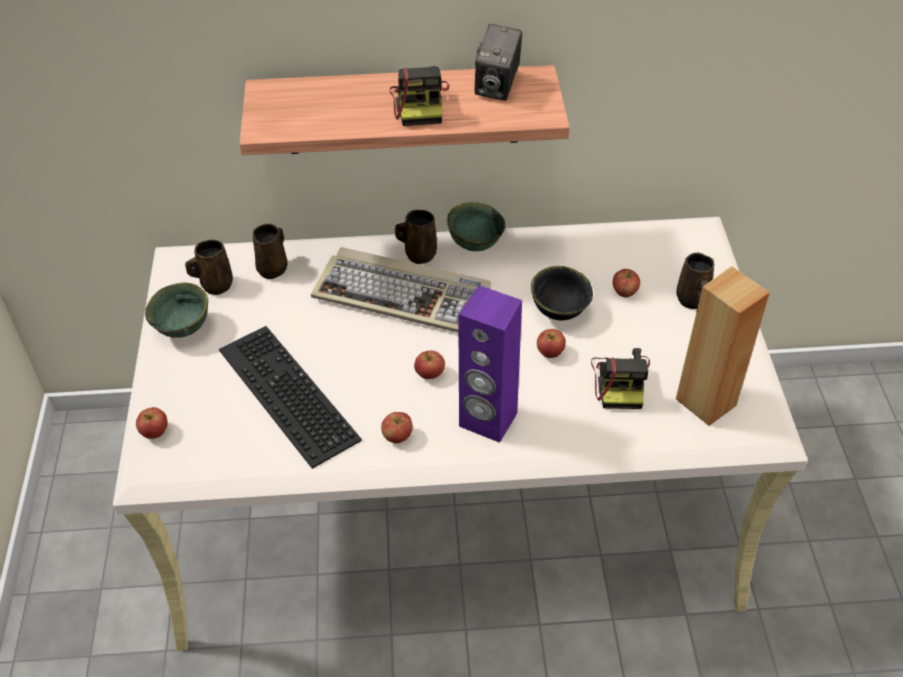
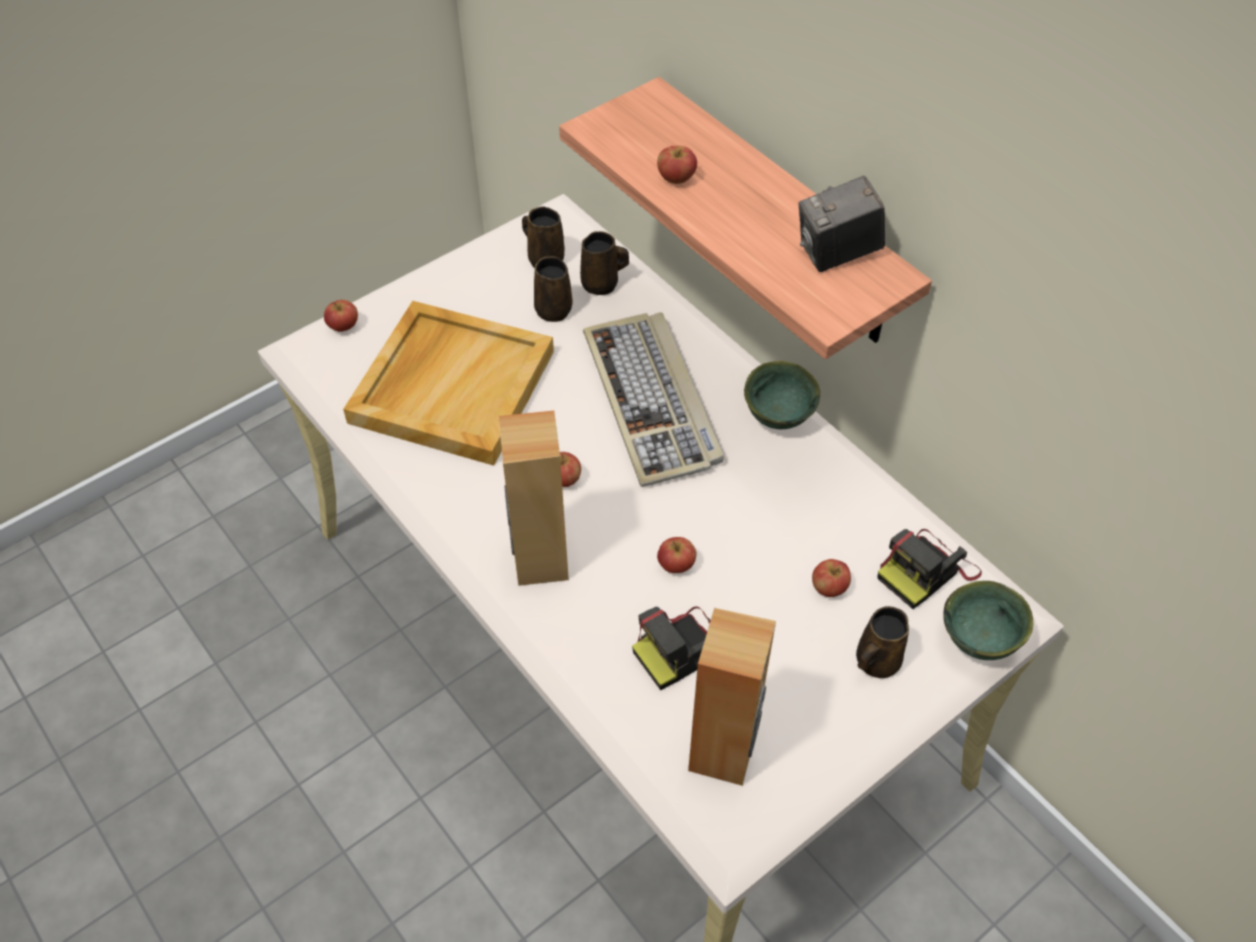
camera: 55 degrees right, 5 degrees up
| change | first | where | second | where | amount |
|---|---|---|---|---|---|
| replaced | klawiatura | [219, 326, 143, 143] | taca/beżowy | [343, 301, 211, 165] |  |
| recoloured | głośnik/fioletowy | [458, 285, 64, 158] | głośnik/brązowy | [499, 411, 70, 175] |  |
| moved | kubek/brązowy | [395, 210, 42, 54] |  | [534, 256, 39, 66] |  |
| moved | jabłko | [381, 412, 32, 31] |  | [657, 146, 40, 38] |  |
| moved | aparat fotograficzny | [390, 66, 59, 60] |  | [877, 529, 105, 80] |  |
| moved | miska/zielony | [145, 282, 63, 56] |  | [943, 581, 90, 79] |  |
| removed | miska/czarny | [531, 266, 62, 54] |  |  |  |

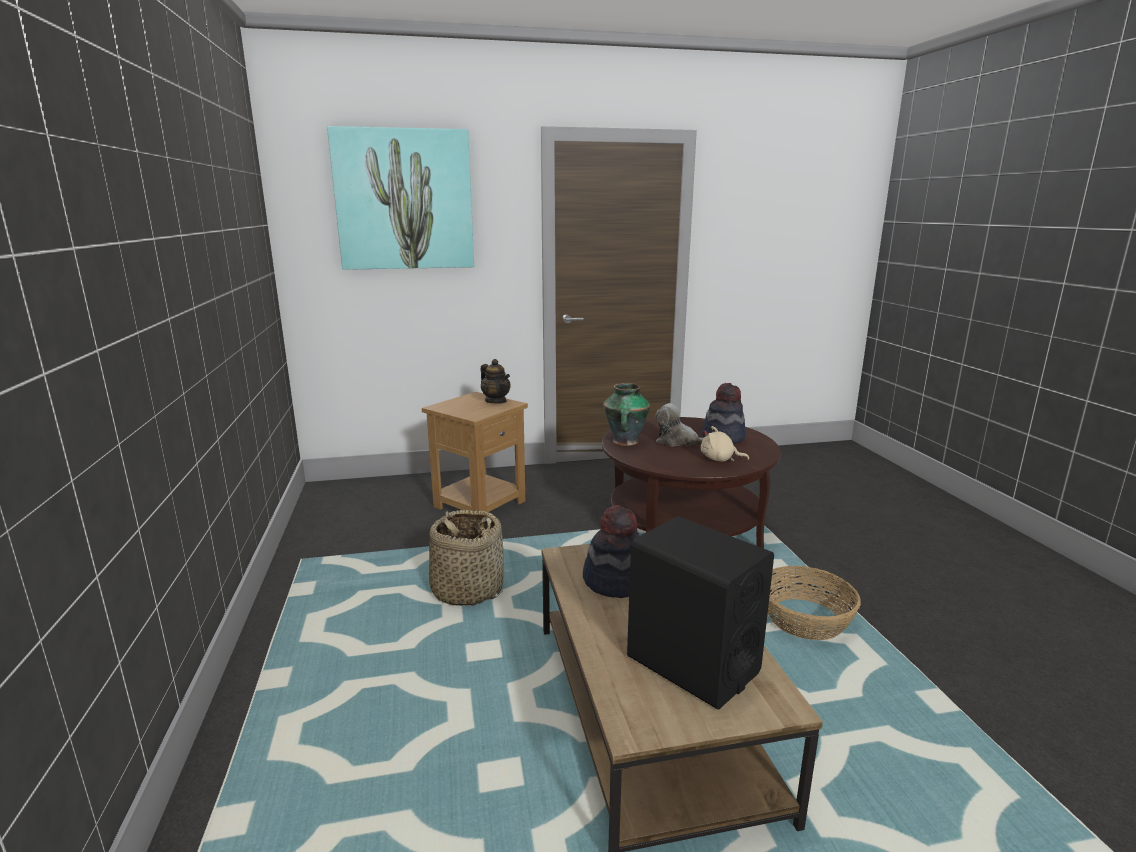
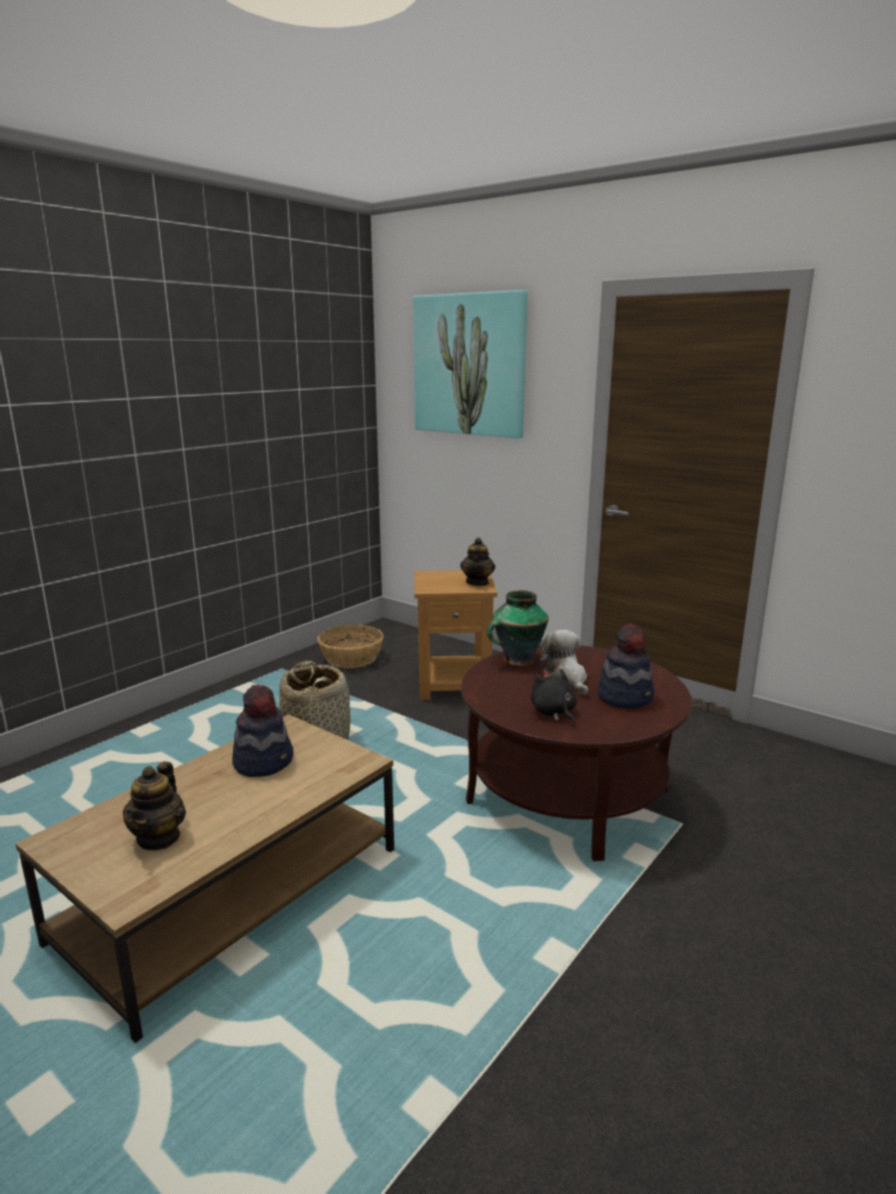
camera: 50 degrees right, 0 degrees up
| change | first | where | second | where | amount |
|---|---|---|---|---|---|
| replaced | głośnik/czarny | [627, 516, 147, 194] | imbryk | [123, 762, 63, 89] |  |
| moved | koszyk | [768, 566, 93, 74] |  | [317, 625, 67, 43] |  |
| recoloured | pluszak/beżowy | [701, 426, 48, 36] | pluszak/czarny | [531, 669, 46, 57] |  |

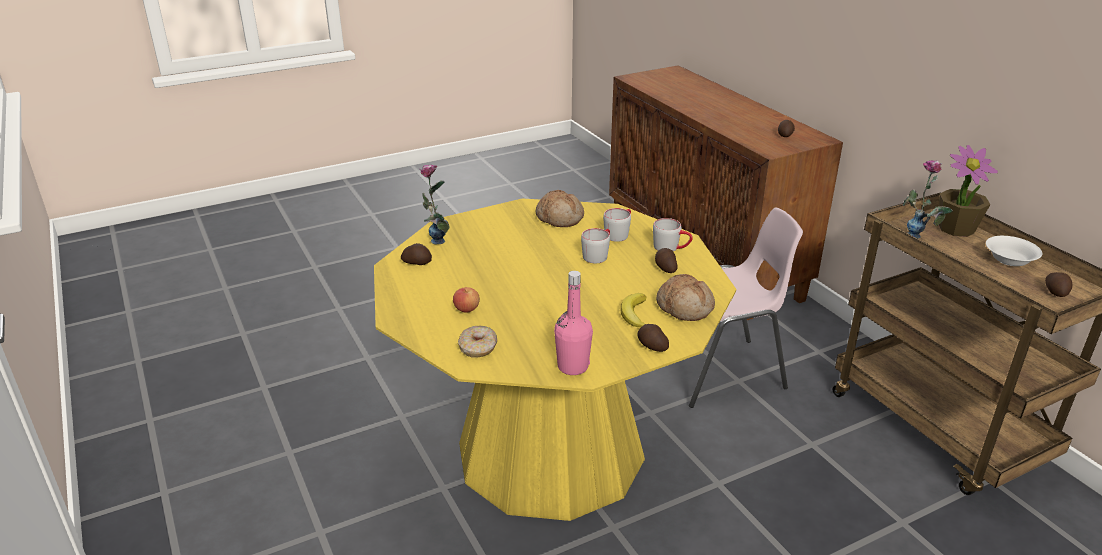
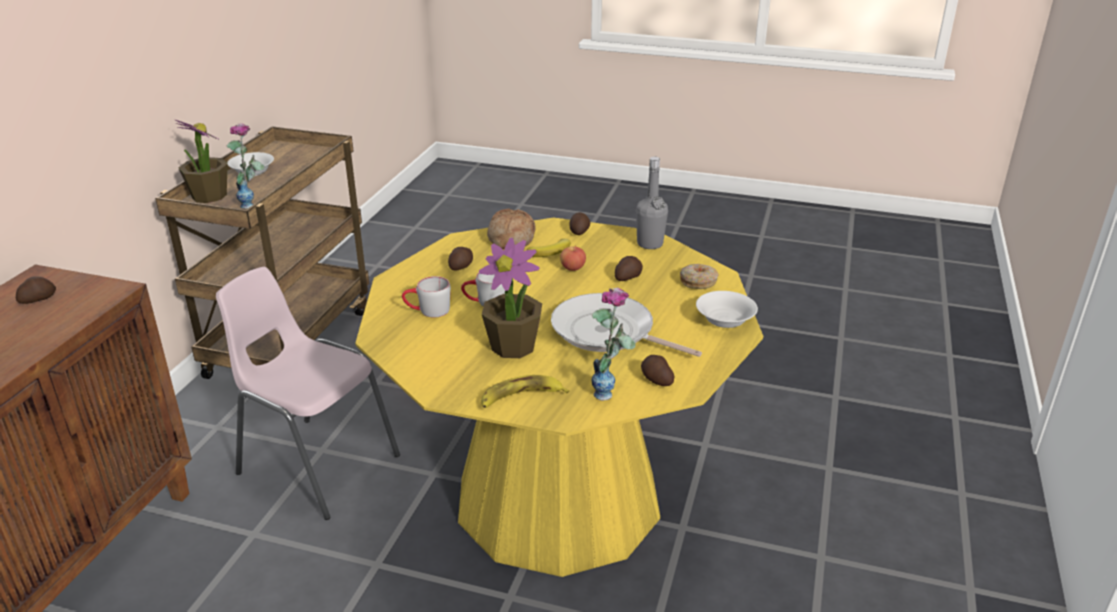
camera: 135 degrees left, 0 degrees up
| change | first | where | second | where | amount |
|---|---|---|---|---|---|
| added |  |  | roślina doniczkowa | [479, 238, 63, 120] |  |
| added |  |  | banan | [481, 375, 89, 33] |  |
| added |  |  | patelnia | [551, 293, 151, 64] |  |
| moved | jabłko | [453, 287, 27, 26] |  | [560, 245, 26, 26] |  |
| moved | ziemniak | [1045, 272, 27, 25] |  | [615, 256, 28, 25] |  |
| recoloured | butelka/różowy | [554, 271, 39, 104] | butelka/szary | [636, 157, 32, 92] |  |
| added |  |  | miska/biały | [696, 291, 62, 37] |  |
| removed | chleb | [536, 190, 48, 37] |  |  |  |
| removed | kubek/szary | [653, 218, 40, 33] |  |  |  |

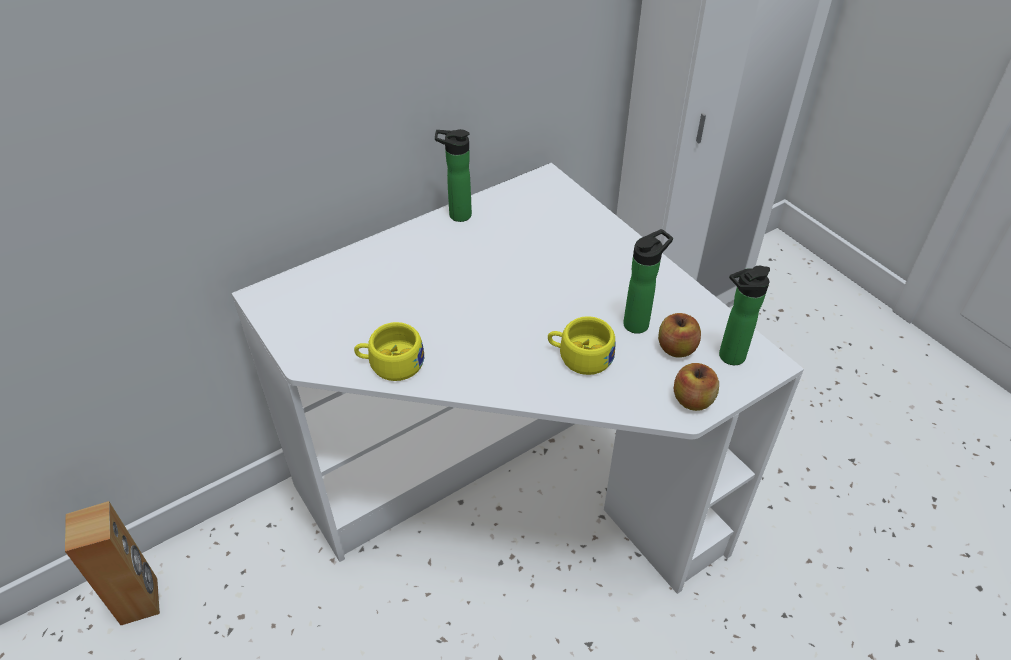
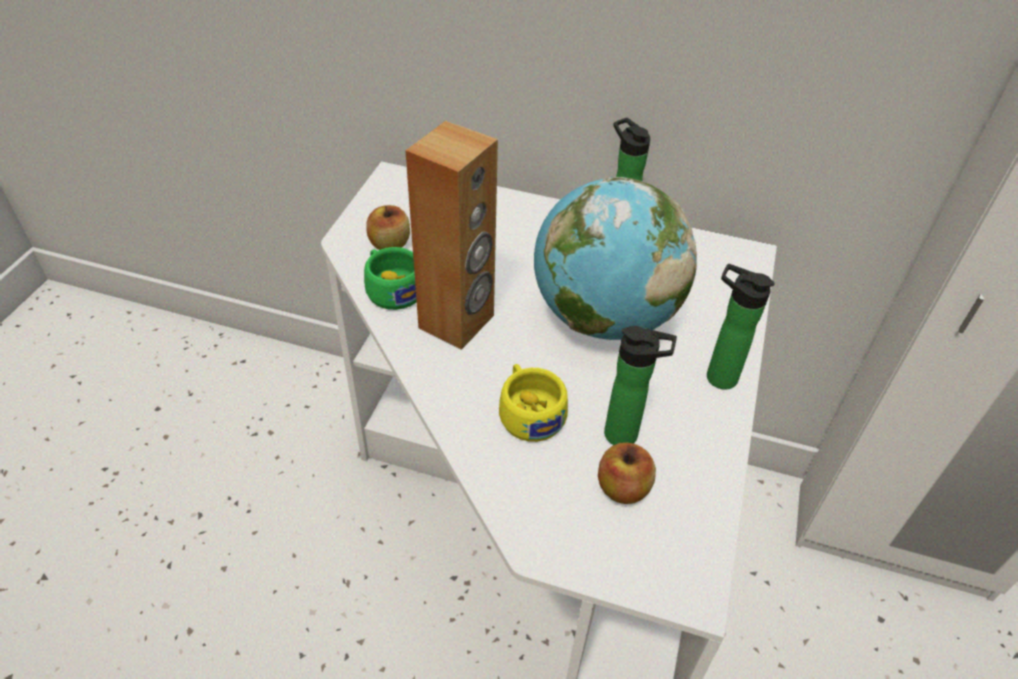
camera: 50 degrees right, 0 degrees up
| change | first | where | second | where | amount |
|---|---|---|---|---|---|
| recoloured | filiżanka/żółty | [354, 322, 70, 59] | filiżanka/zielony | [364, 247, 53, 63] |  |
| moved | jabłko | [674, 363, 45, 48] |  | [366, 205, 44, 45] |  |
| moved | głośnik/brązowy | [65, 501, 95, 124] |  | [405, 121, 93, 229] |  |
| added |  |  | globus | [534, 177, 163, 163] |  |
| moved | butelka | [719, 266, 51, 99] |  | [707, 264, 68, 126] |  |

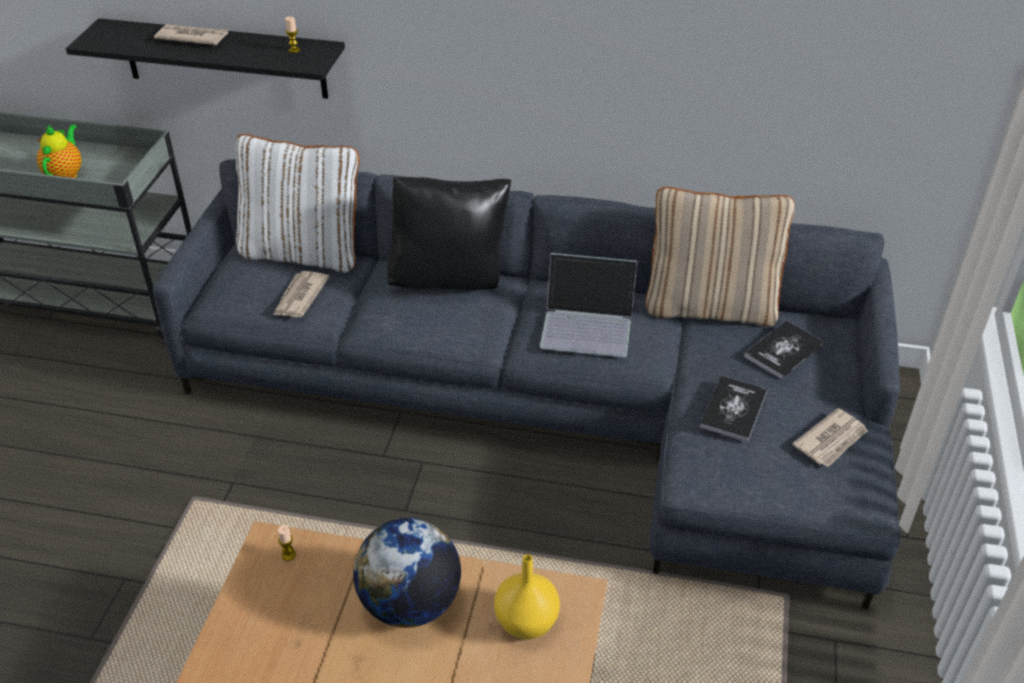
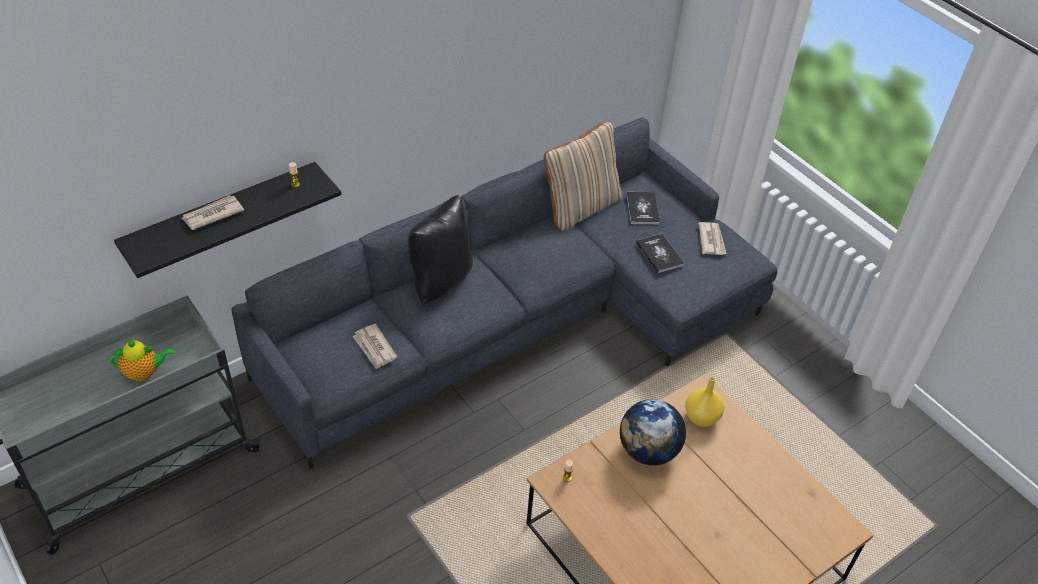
camera: 50 degrees left, 5 degrees up
| change | first | where | second | where | amount |
|---|---|---|---|---|---|
| turned | imbryk | [37, 125, 44, 53] |  | [110, 340, 65, 41] | 120 degrees clockwise |
| removed | poduszka/biały | [235, 134, 125, 139] |  |  |  |
| removed | laptop | [540, 253, 97, 104] |  |  |  |

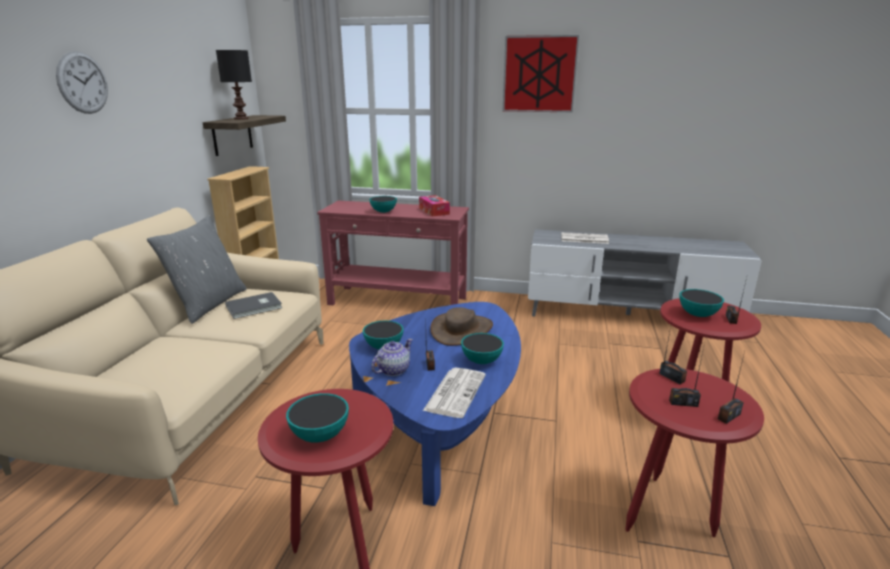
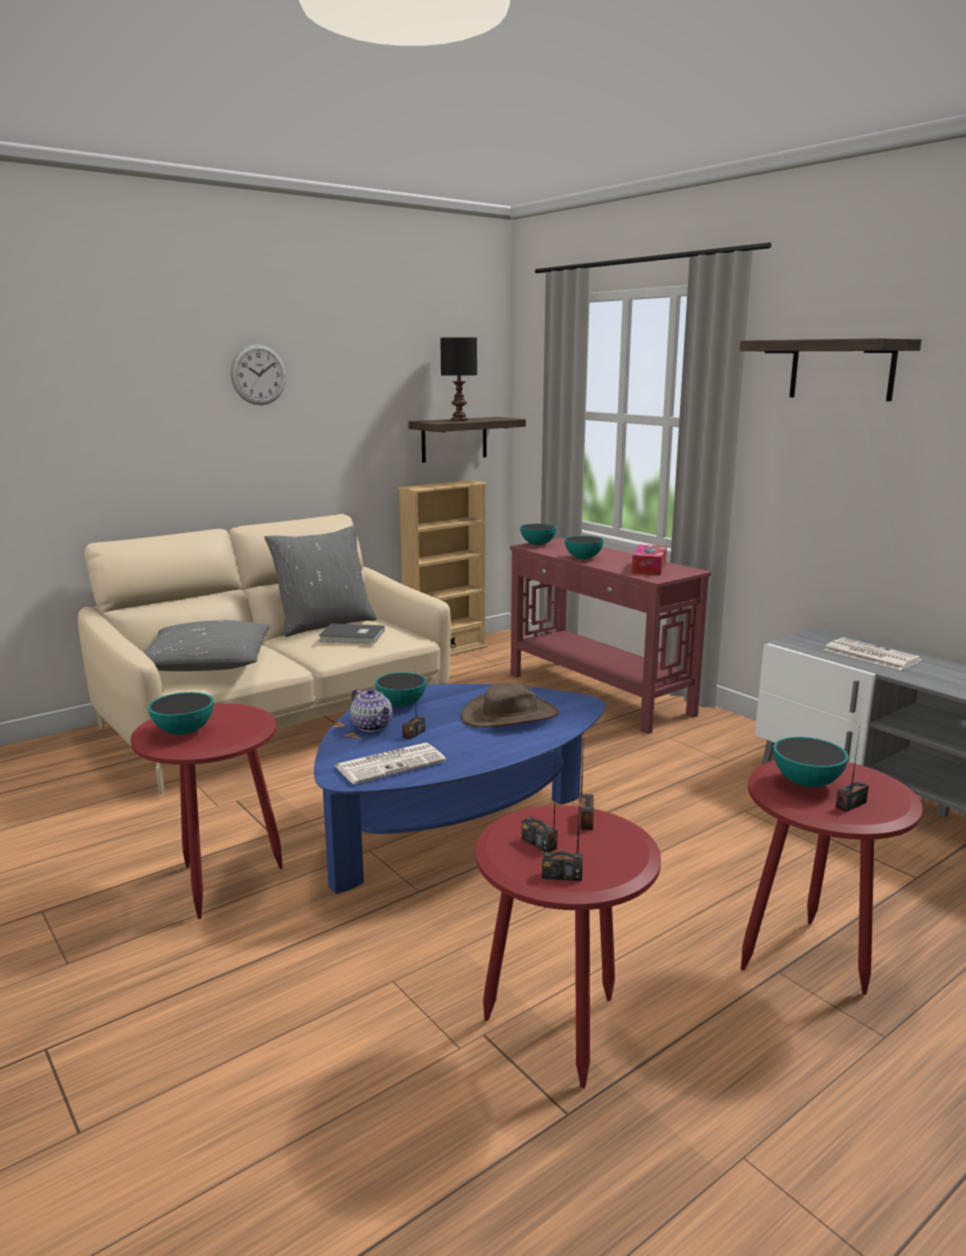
camera: 40 degrees right, 5 degrees down
| change | first | where | second | where | amount |
|---|---|---|---|---|---|
| added |  |  | poduszka/szary | [144, 620, 126, 51] |  |
| turned | imbryk | [371, 339, 42, 37] |  | [350, 688, 43, 44] | 60 degrees clockwise |
| moved | miska | [461, 333, 43, 31] |  | [520, 524, 36, 21] |  |
| replaced | obraz | [503, 35, 76, 77] | półka | [740, 338, 181, 63] |  |

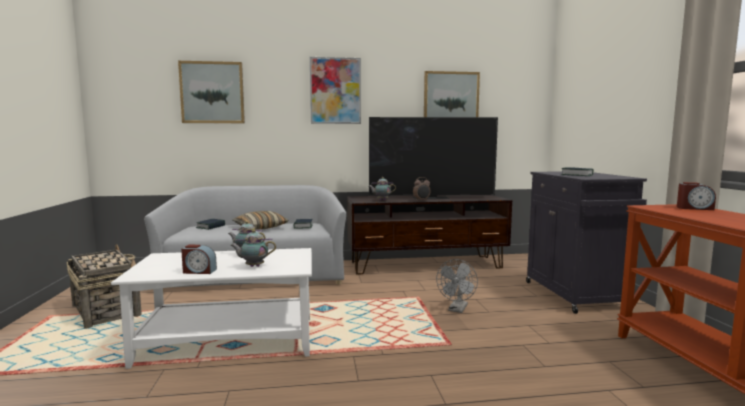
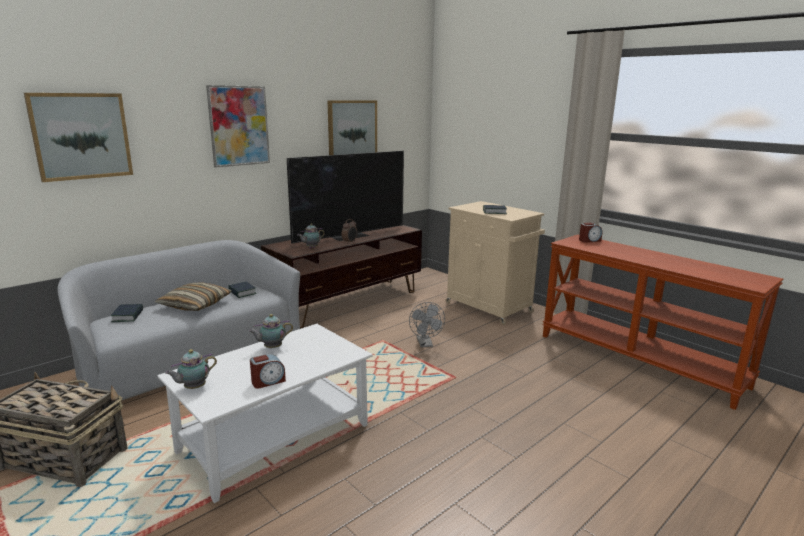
camera: 35 degrees left, 10 degrees up
| change | first | where | second | where | amount |
|---|---|---|---|---|---|
| moved | imbryk | [230, 230, 46, 37] |  | [165, 349, 52, 40] |  |
| recoloured | szafka/czarny | [526, 171, 121, 143] | szafka/beżowy | [445, 201, 100, 124] |  |

